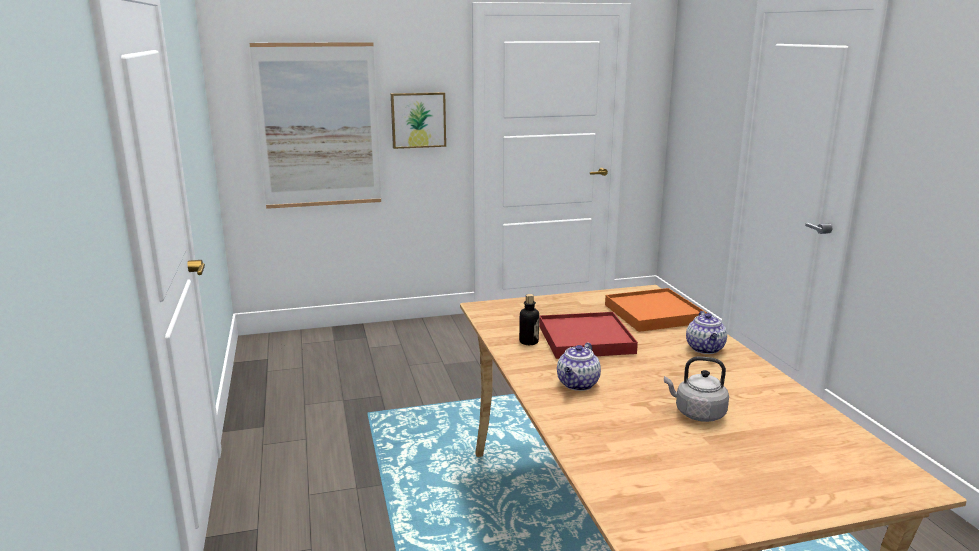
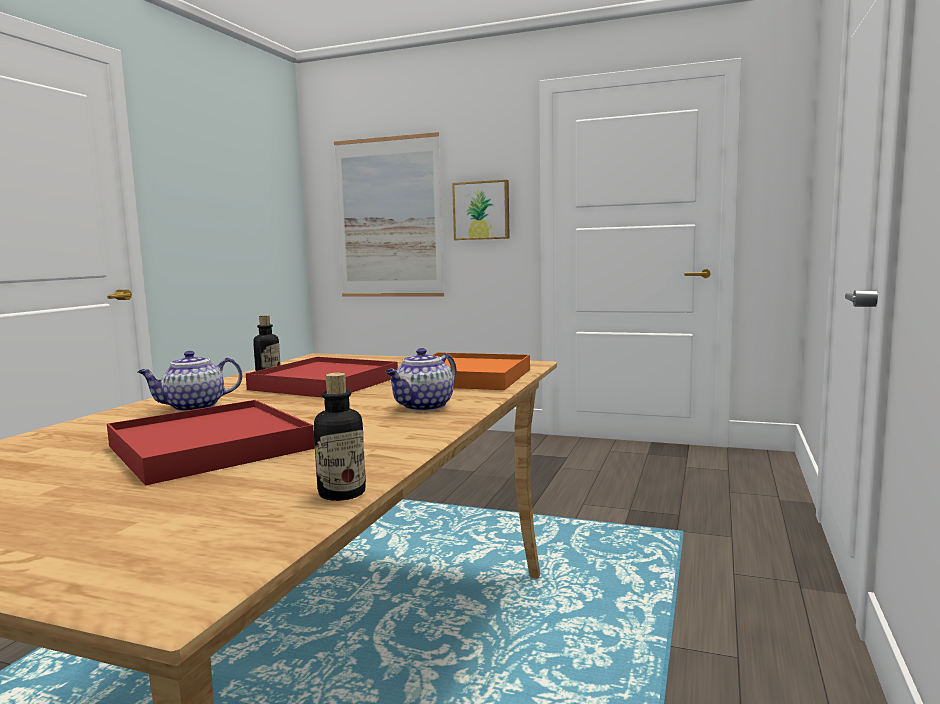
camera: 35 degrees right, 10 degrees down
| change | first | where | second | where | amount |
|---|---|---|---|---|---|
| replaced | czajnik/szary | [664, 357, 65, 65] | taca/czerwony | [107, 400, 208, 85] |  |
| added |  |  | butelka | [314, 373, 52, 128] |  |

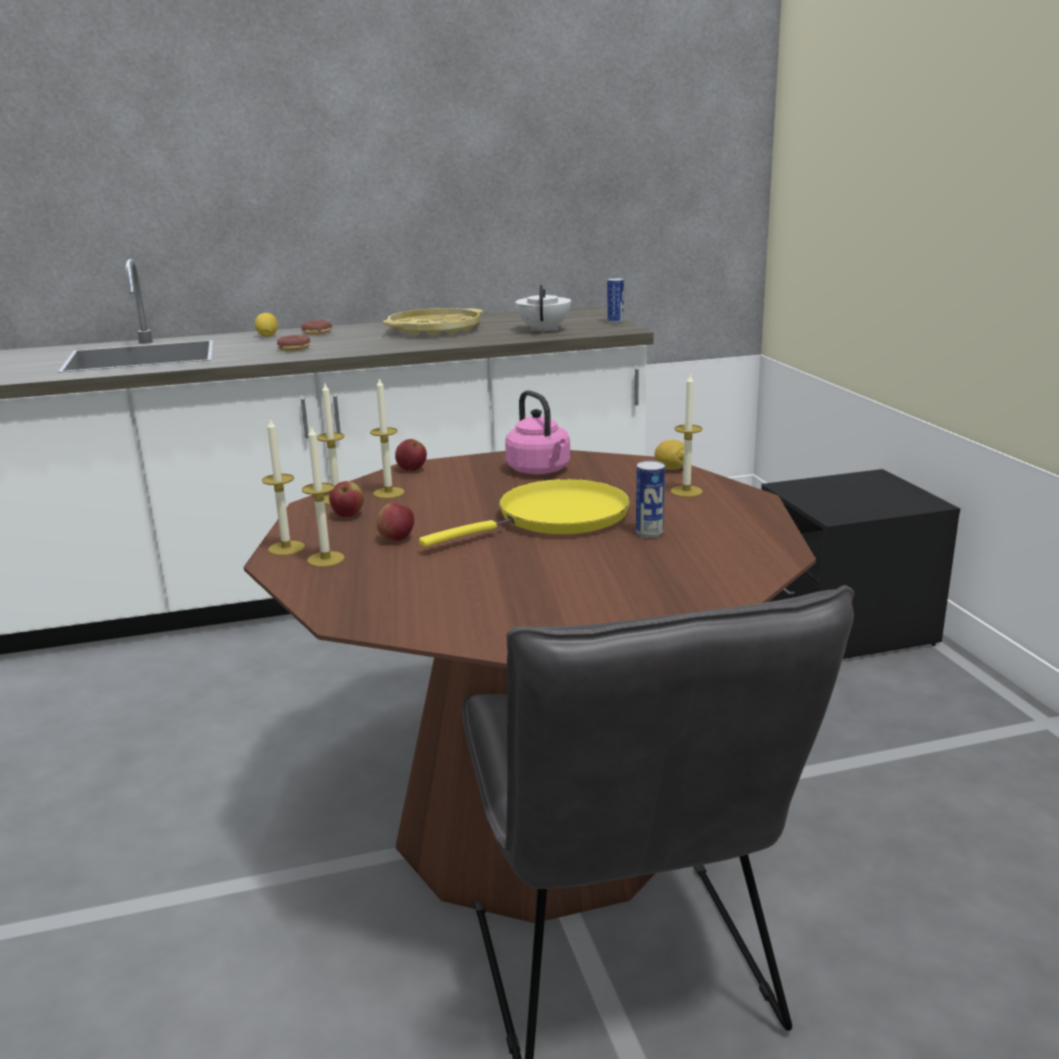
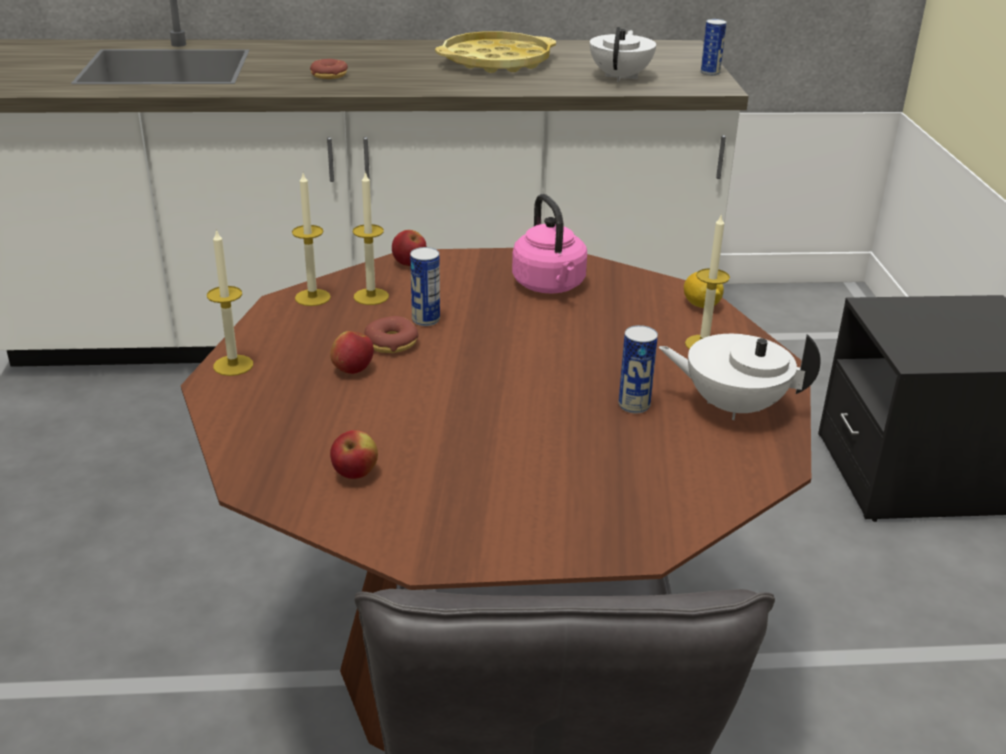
camera: 10 degrees right, 10 degrees up
| change | first | where | second | where | amount |
|---|---|---|---|---|---|
| moved | jabłko | [329, 481, 35, 36] |  | [330, 430, 48, 49] |  |
| moved | donut | [301, 320, 31, 15] |  | [364, 316, 55, 37] |  |
| added |  |  | puszka | [410, 247, 30, 79] |  |
| added |  |  | imbryk/biały | [659, 334, 162, 86] |  |
| removed | cytryna | [255, 313, 23, 24] |  |  |  |
| removed | świeca | [302, 426, 43, 141] |  |  |  |
| removed | patelnia/żółty | [419, 479, 211, 68] |  |  |  |

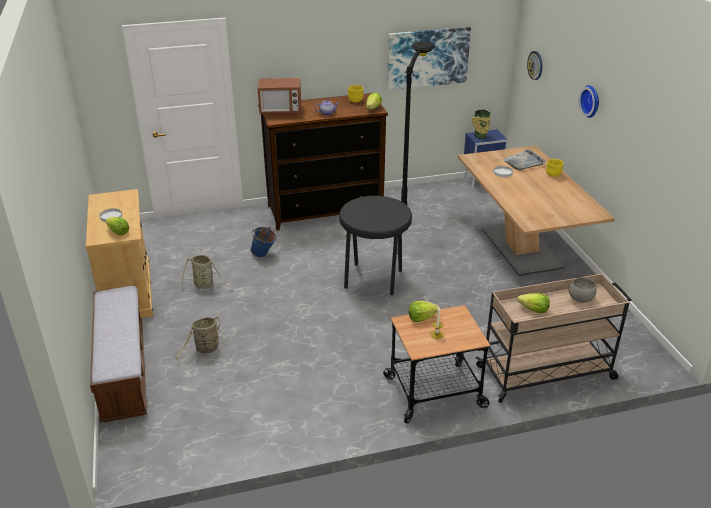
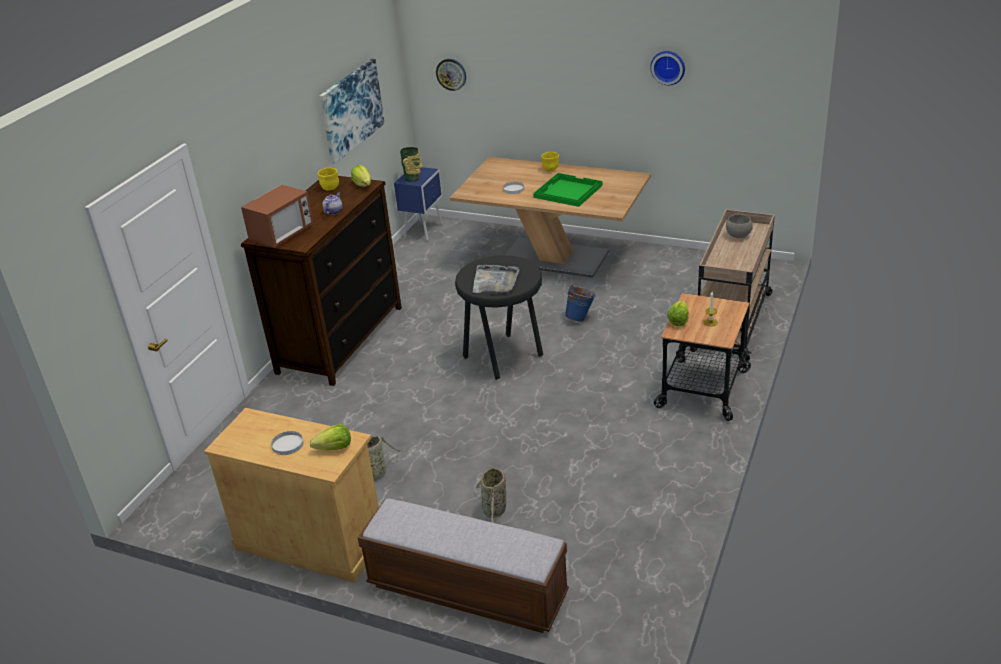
camera: 50 degrees left, 0 degrees up
| change | first | where | second | where | amount |
|---|---|---|---|---|---|
| moved | taca/szary | [502, 149, 44, 21] |  | [473, 265, 47, 29] |  |
| added |  |  | taca/zielony | [533, 173, 70, 34] |  |
| moved | wiadro/niebieski | [250, 227, 27, 31] |  | [565, 285, 31, 37] |  |
| moved | zegar ścienny | [579, 85, 20, 33] |  | [650, 51, 35, 34] |  |
| removed | lampa stojąca/czarny | [401, 41, 34, 164] |  |  |  |
| removed | sałata | [517, 293, 33, 20] |  |  |  |

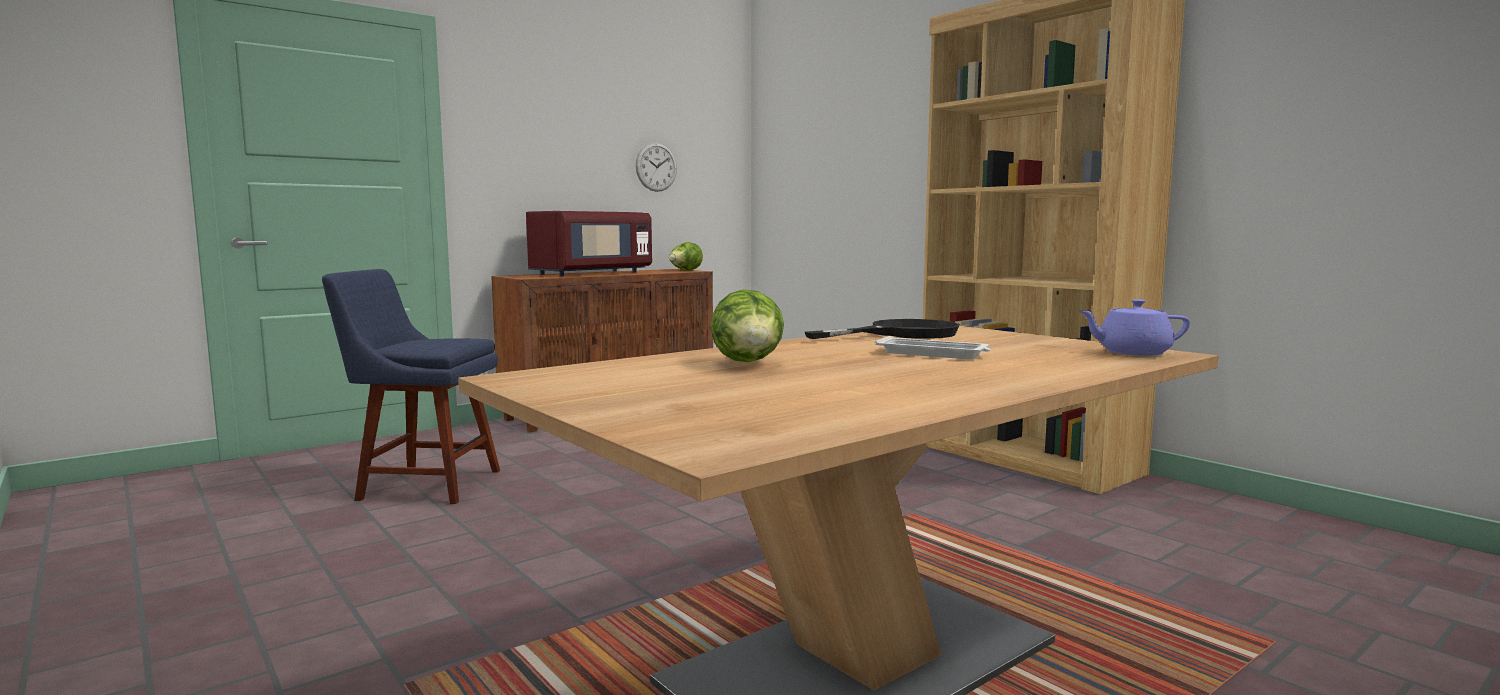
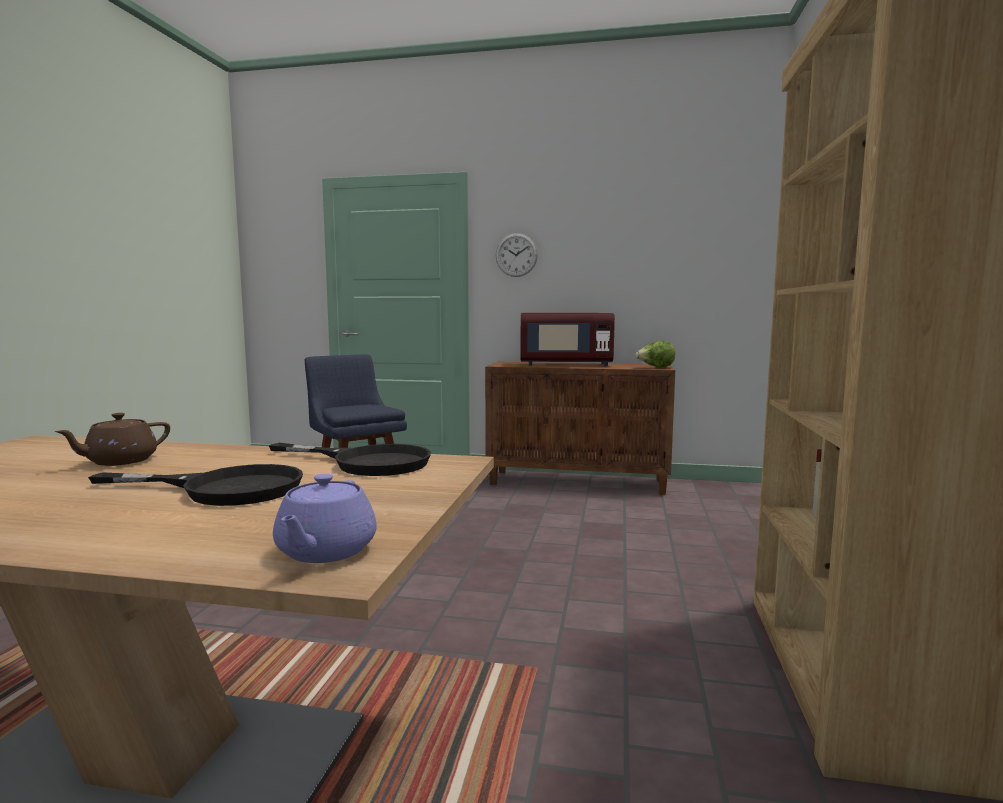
camera: 50 degrees right, 0 degrees up
| change | first | where | second | where | amount |
|---|---|---|---|---|---|
| replaced | sałata | [711, 289, 73, 73] | imbryk/brązowy | [54, 413, 116, 53] |  |
| replaced | taca/biały | [875, 336, 116, 23] | patelnia/czarny | [88, 464, 215, 42] |  |
| turned | imbryk/fioletowy | [1079, 299, 111, 57] |  | [273, 474, 104, 89] | 135 degrees counterclockwise |
| moved | zegar ścienny | [635, 142, 42, 50] |  | [496, 233, 42, 44] |  |

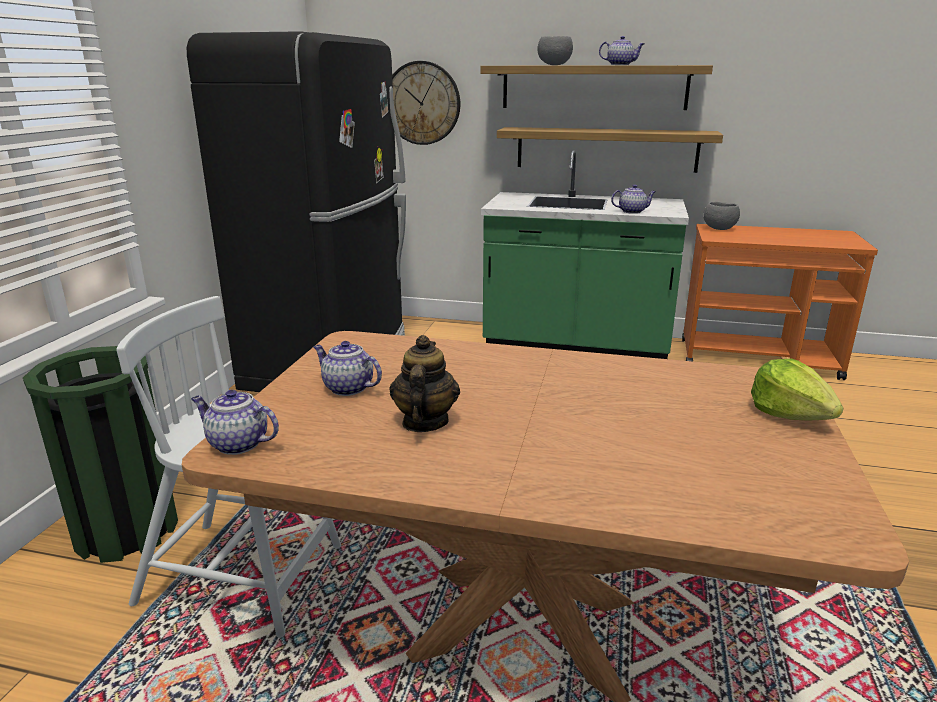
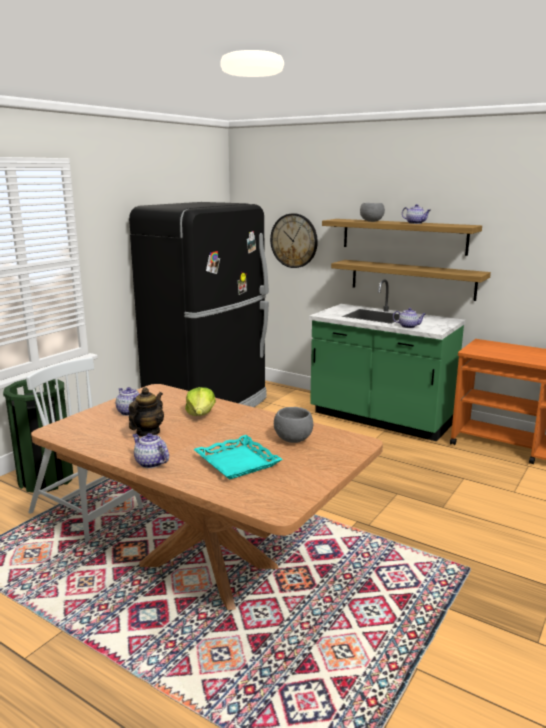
camera: 20 degrees right, 5 degrees down
| change | first | where | second | where | amount |
|---|---|---|---|---|---|
| moved | imbryk | [191, 390, 88, 65] |  | [133, 433, 36, 35] |  |
| moved | sałata | [751, 358, 92, 62] |  | [185, 387, 31, 29] |  |
| added |  |  | taca/turkusowy | [194, 435, 89, 45] |  |
| moved | miska/szary | [703, 202, 37, 28] |  | [274, 407, 39, 36] |  |

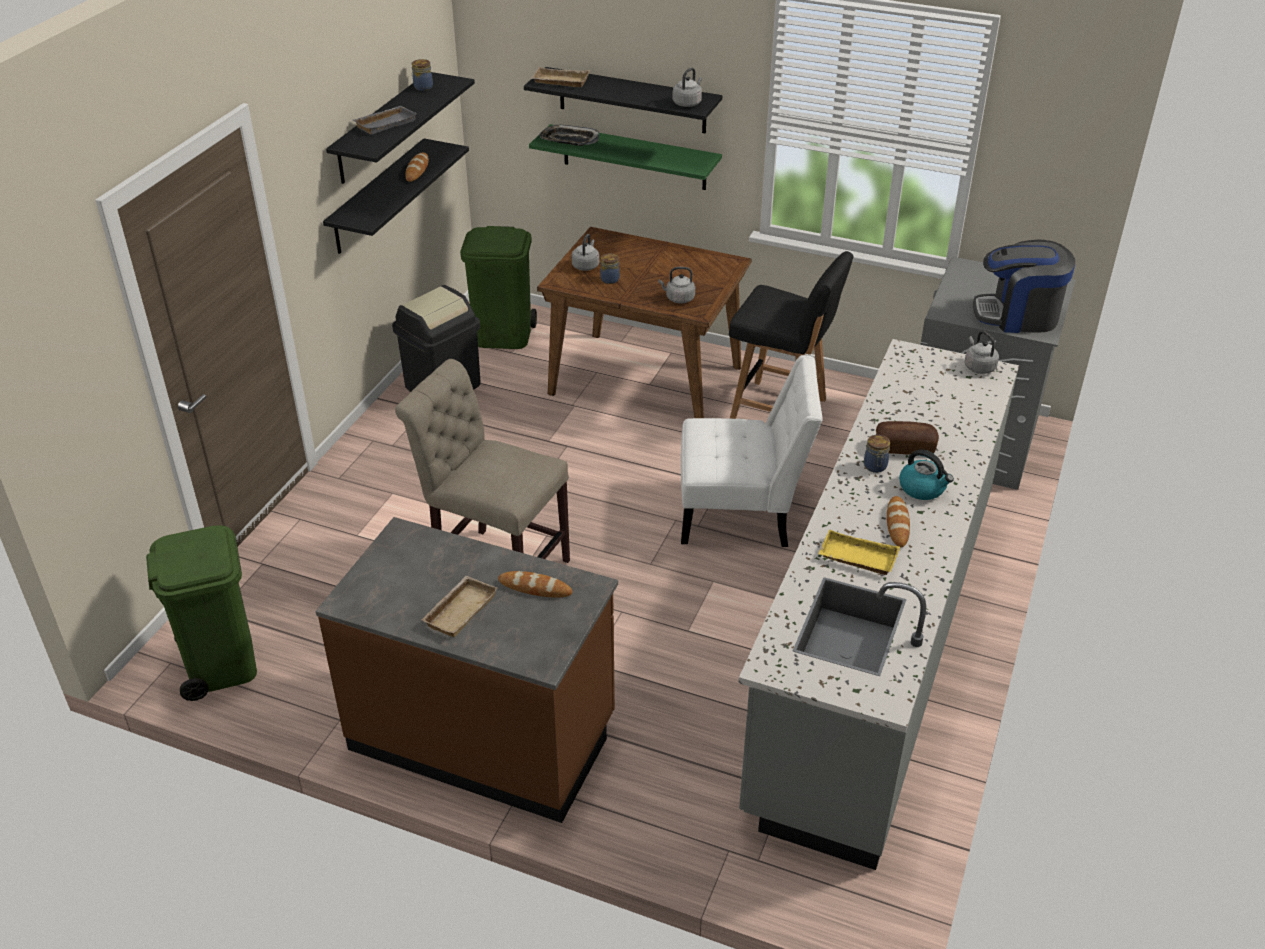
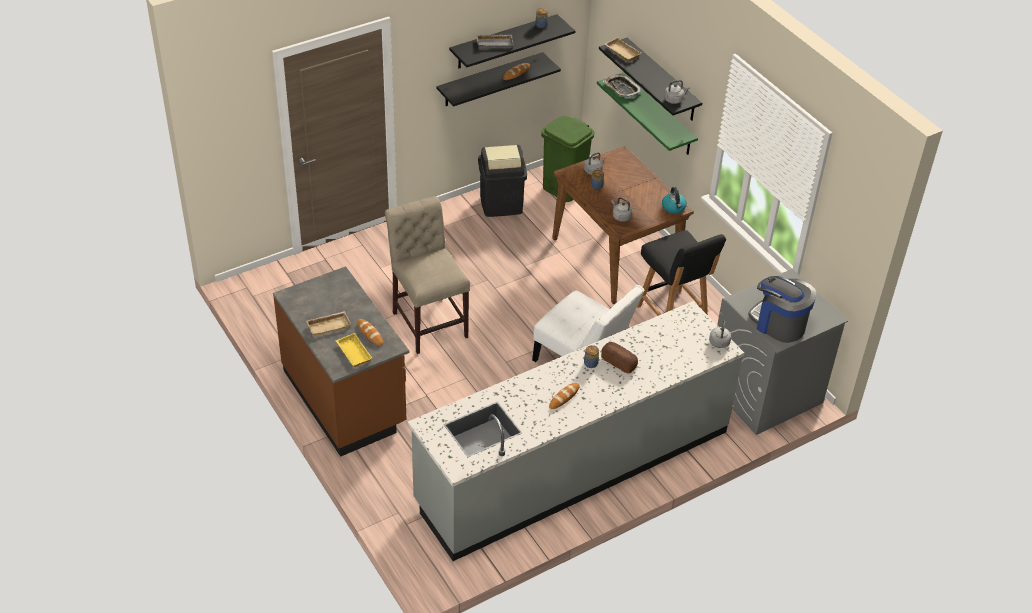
camera: 35 degrees right, 5 degrees up
| change | first | where | second | where | amount |
|---|---|---|---|---|---|
| moved | taca/żółty | [818, 530, 82, 45] |  | [335, 333, 37, 34] |  |
| moved | czajnik | [899, 449, 55, 51] |  | [662, 187, 25, 27] |  |
| removed | kosz na śmieci/zielony | [146, 525, 111, 176] |  |  |  |

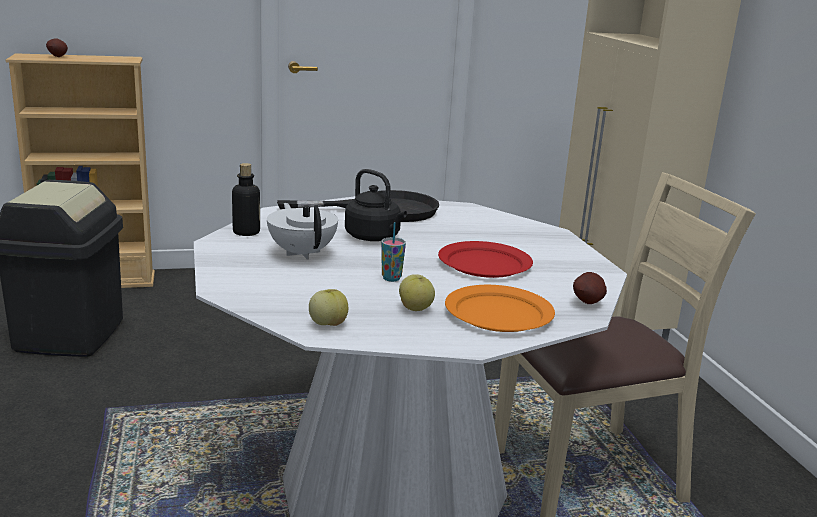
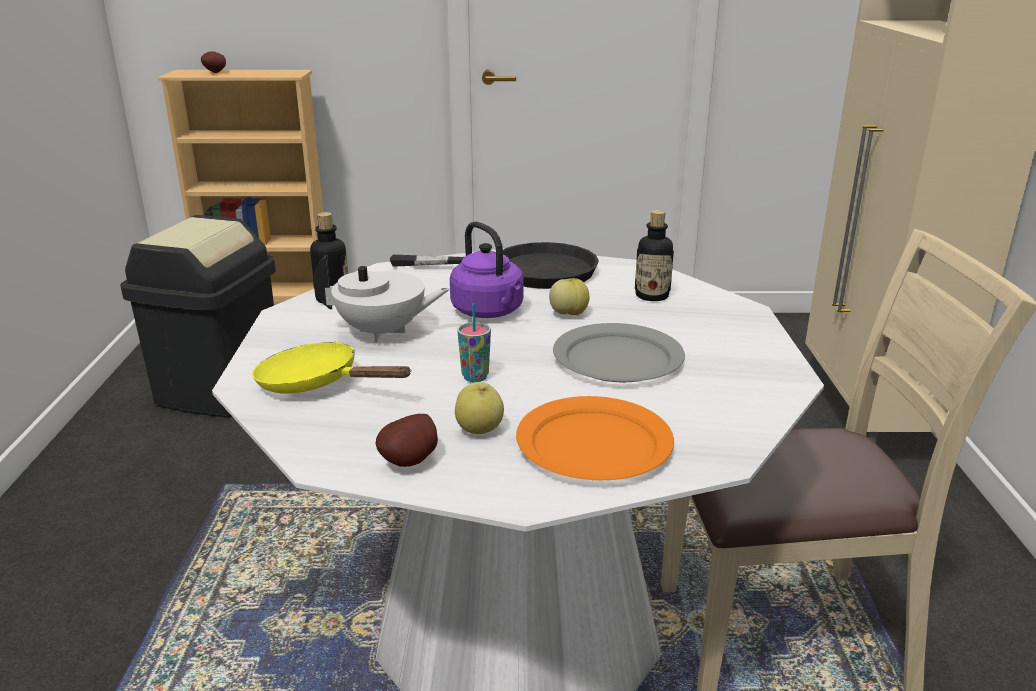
camera: 15 degrees right, 5 degrees up
| change | first | where | second | where | amount |
|---|---|---|---|---|---|
| added |  |  | patelnia/żółty | [252, 341, 160, 53] |  |
| turned | imbryk/biały | [267, 203, 71, 56] |  | [313, 255, 137, 87] | 105 degrees clockwise |
| moved | ziemniak | [573, 272, 34, 32] |  | [376, 414, 62, 53] |  |
| recoloured | czajnik/czarny | [345, 169, 62, 72] | czajnik/fioletowy | [450, 222, 74, 96] |  |
| moved | jabłko | [309, 289, 39, 37] |  | [549, 278, 41, 37] |  |
| recoloured | talerz/czerwony | [438, 241, 95, 37] | talerz/szary | [553, 323, 132, 59] |  |
| added |  |  | butelka | [635, 210, 39, 91] |  |

